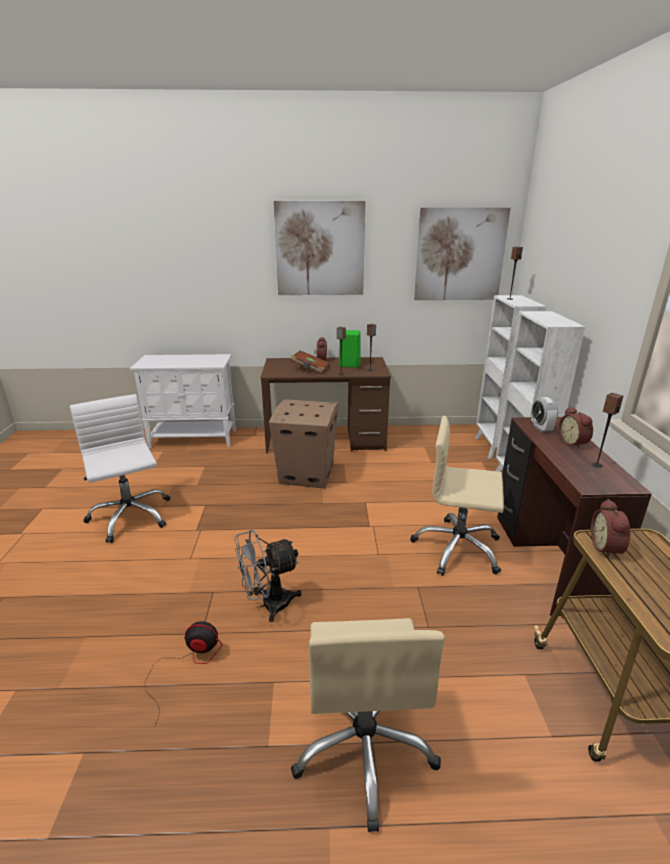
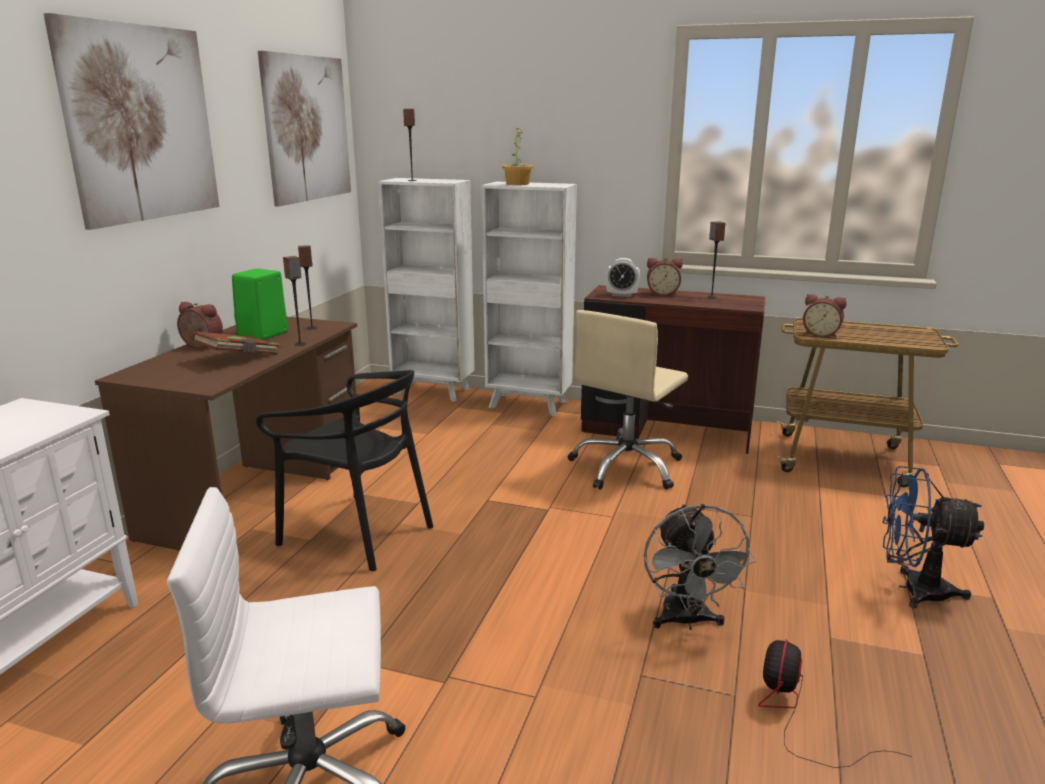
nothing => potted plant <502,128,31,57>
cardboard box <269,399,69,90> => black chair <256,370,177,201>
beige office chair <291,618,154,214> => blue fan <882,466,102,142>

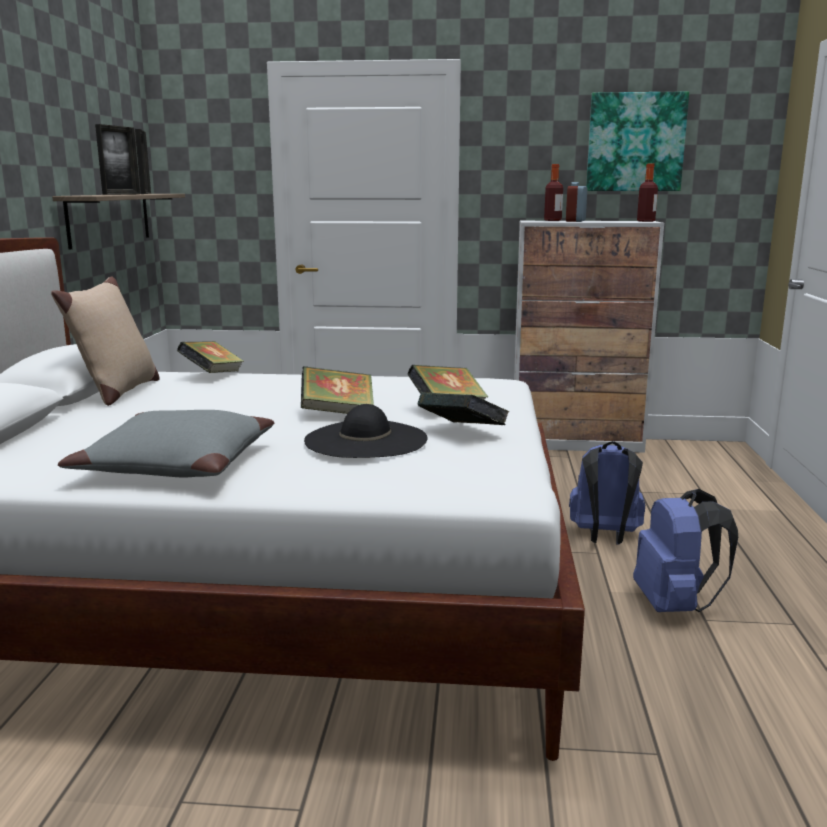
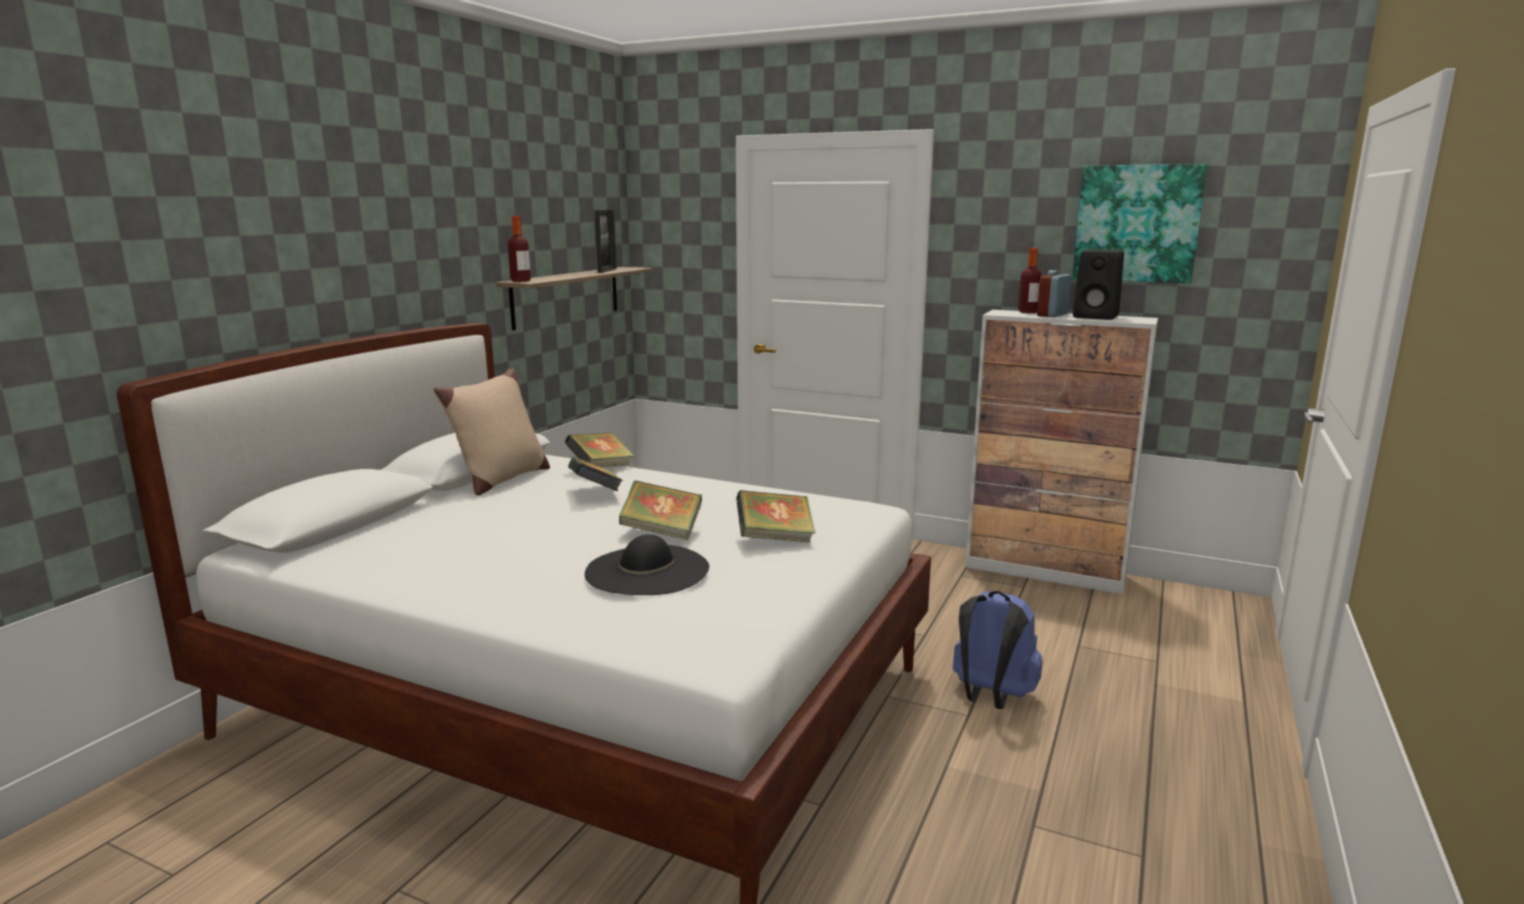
grey pillow <58,410,216,68> => nothing
picture frame <95,124,45,71> => nothing
blue backpack <633,489,105,123> => nothing
nothing => black speaker <1073,249,51,71>
book <417,392,92,33> => book <568,457,55,34>, move
bottle <637,164,21,58> => bottle <508,216,23,66>, move

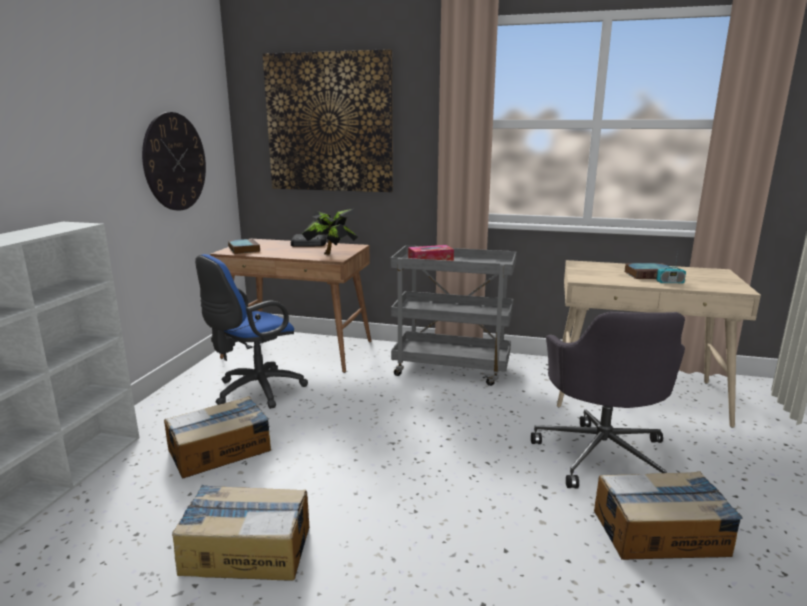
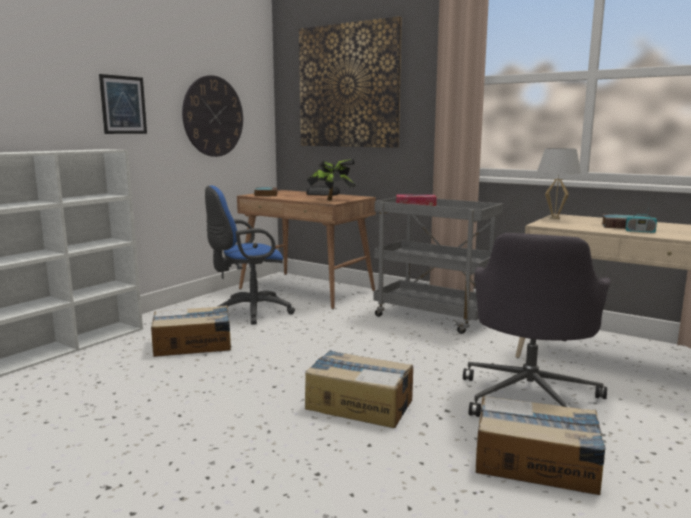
nothing => picture <99,74,48,60>
nothing => white table lamp <537,148,44,71>
cardboard box <172,485,137,96> => cardboard box <305,350,108,78>, move

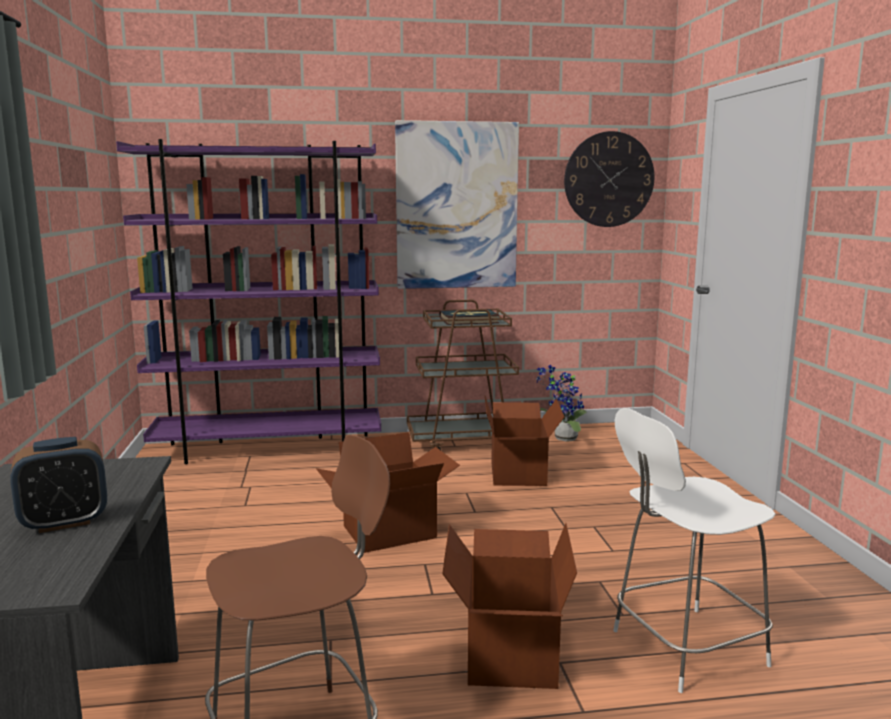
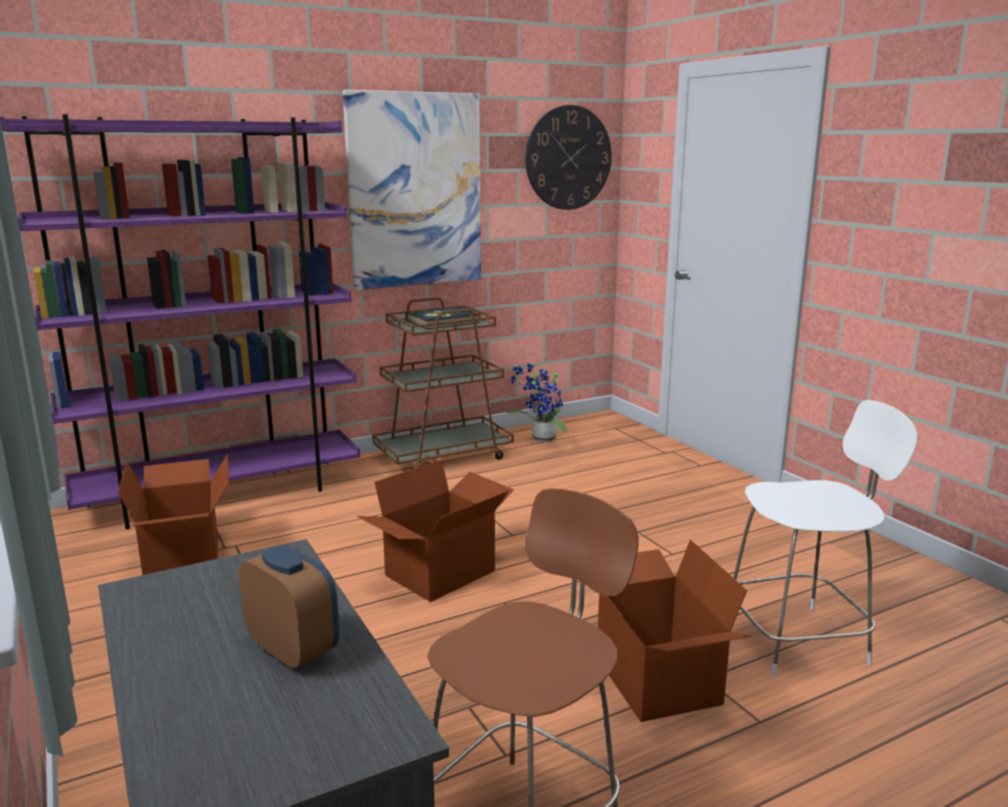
cardboard box <485,396,79,90> => cardboard box <118,454,111,121>, move
alarm clock <10,437,97,96> => alarm clock <239,546,101,124>, 90 degrees counterclockwise
white chair <613,408,163,285> => white chair <733,400,185,278>, 150 degrees counterclockwise

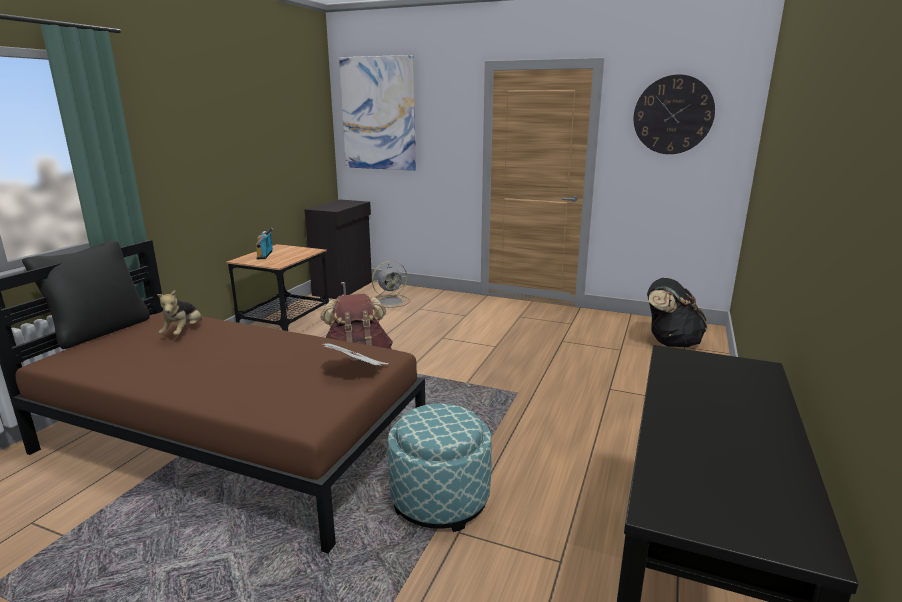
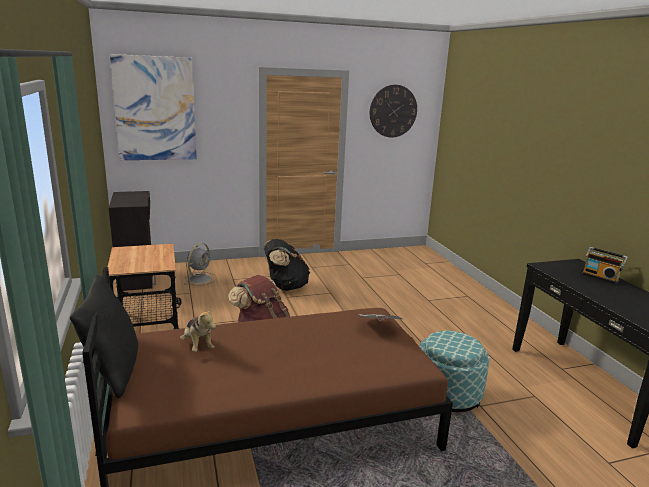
radio <256,228,17,31> => radio <582,247,46,37>, move
black backpack <647,278,60,69> => black backpack <264,239,46,52>, move

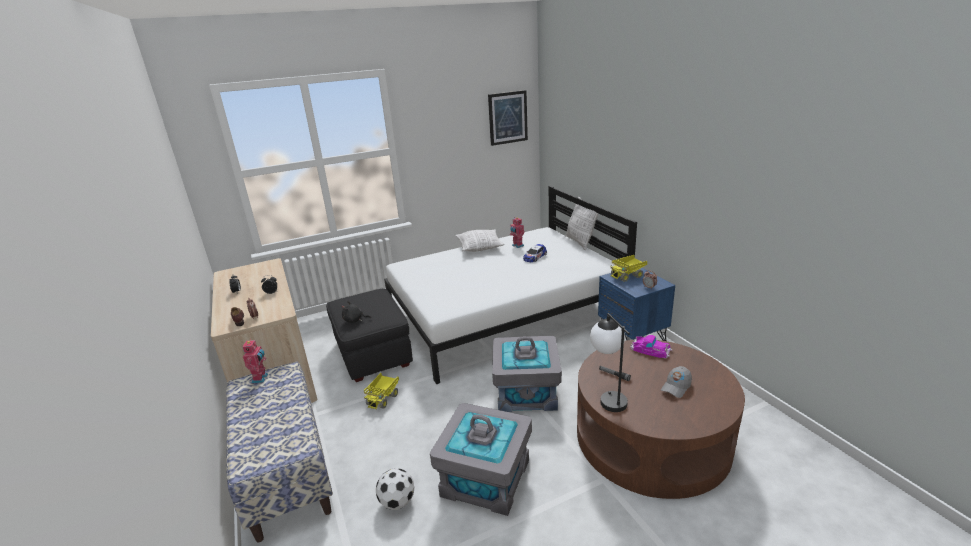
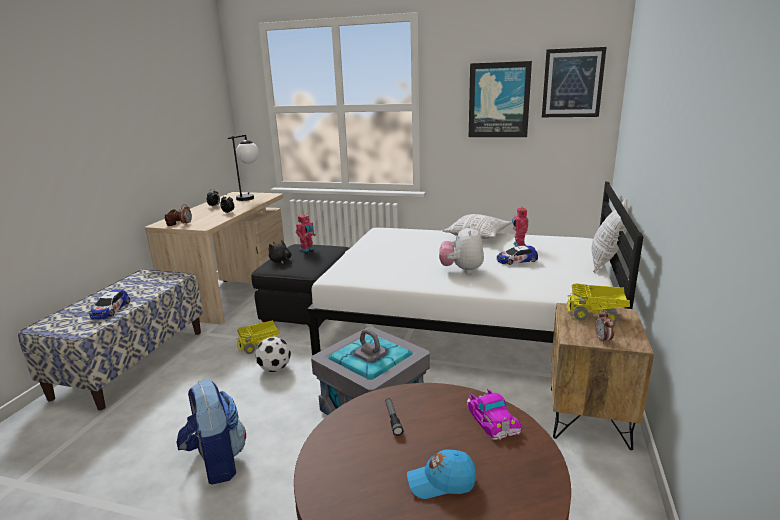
nothing => toy car <89,289,41,30>
nothing => plush toy <439,225,45,49>
nothing => picture <469,61,63,76>
toy robot <242,339,26,44> => toy robot <296,214,20,38>, move
football <376,468,38,42> => football <255,337,36,35>, move
table lamp <590,313,40,99> => table lamp <228,135,31,66>, move
grey storage box <430,403,102,113> => backpack <176,380,70,104>
blue nightstand <598,268,77,73> => brown nightstand <551,303,103,147>
grey cap <661,366,31,32> => blue cap <407,449,69,50>

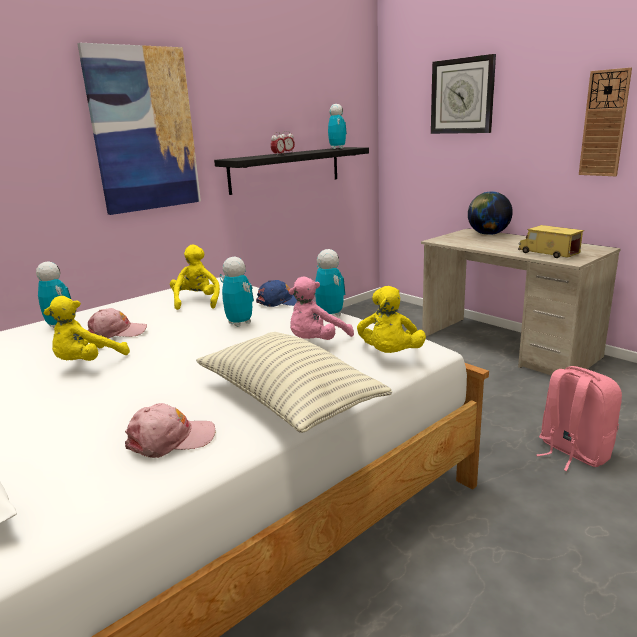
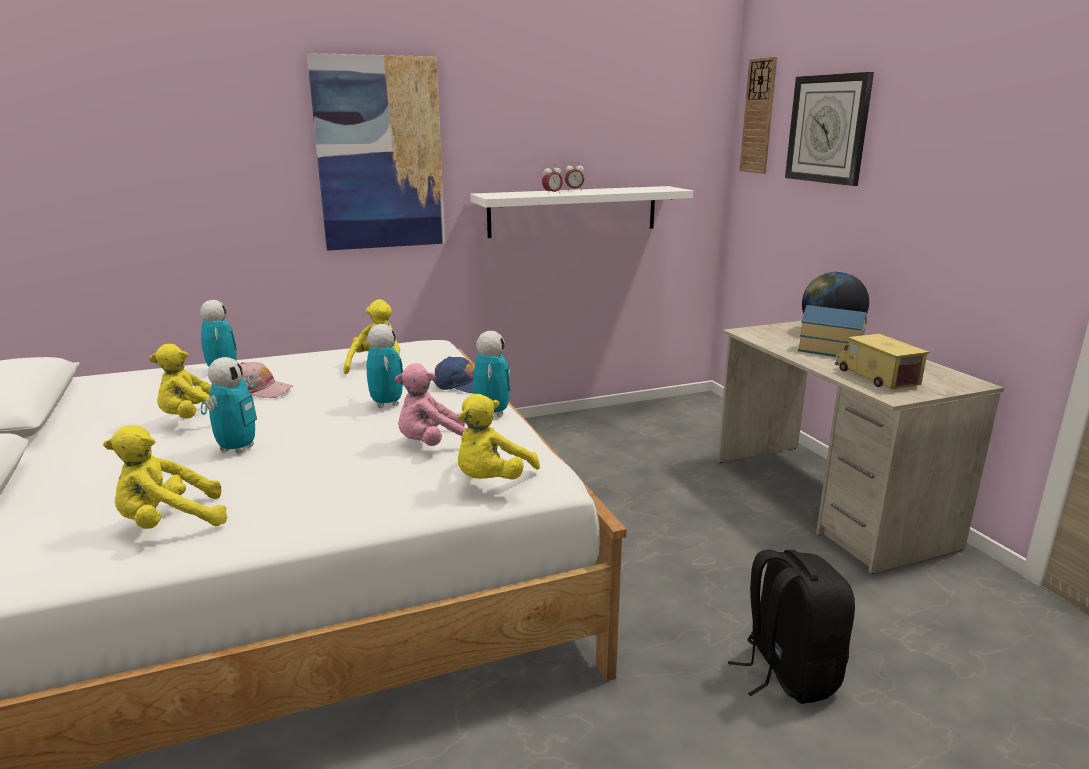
pillow <196,332,196,101> => nothing
nothing => toy house <798,305,69,52>
toy robot <328,104,19,45> => toy robot <201,357,56,97>, move
wall clock <579,67,53,109> => wall clock <740,57,37,117>, move
pink cap <125,403,90,55> => yellow plush toy <103,425,124,104>
black shelf <214,147,155,48> => white shelf <470,186,223,52>
pink backpack <536,366,86,105> => black backpack <728,550,127,154>

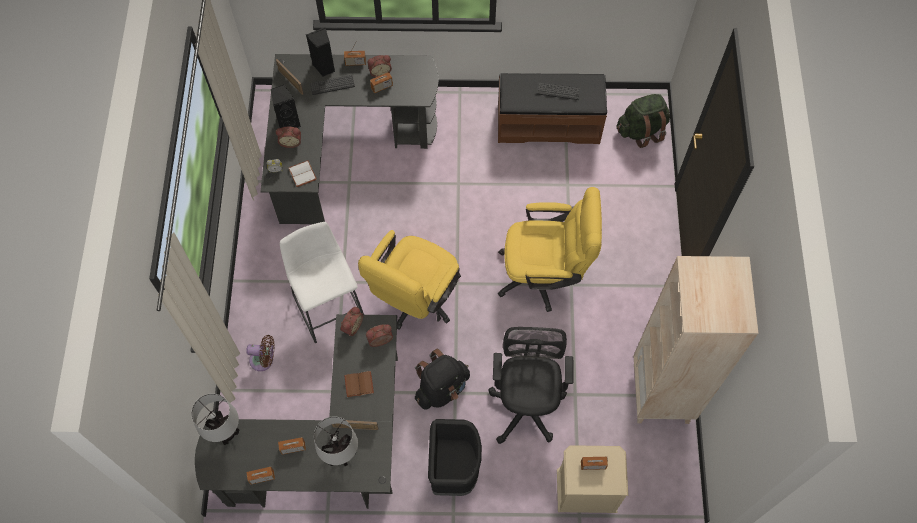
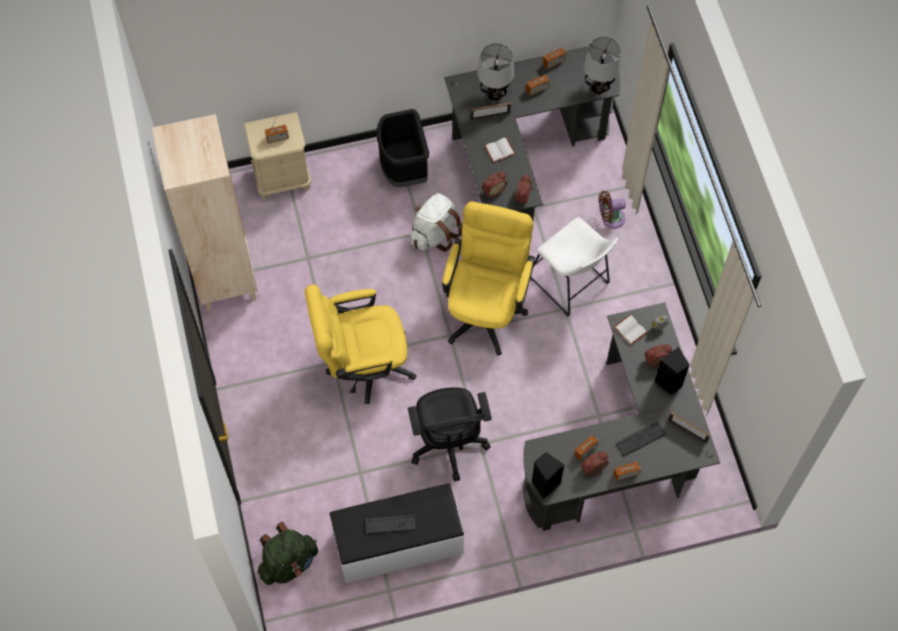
black speaker <306,27,29,50> => black speaker <532,452,32,47>, move
black office chair <488,327,86,117> => black office chair <408,387,84,95>, move
brown book <344,371,30,26> => white book <485,137,30,26>
black backpack <415,349,55,61> => white backpack <411,193,51,59>
brown bench <498,73,109,71> => white bench <329,483,136,100>

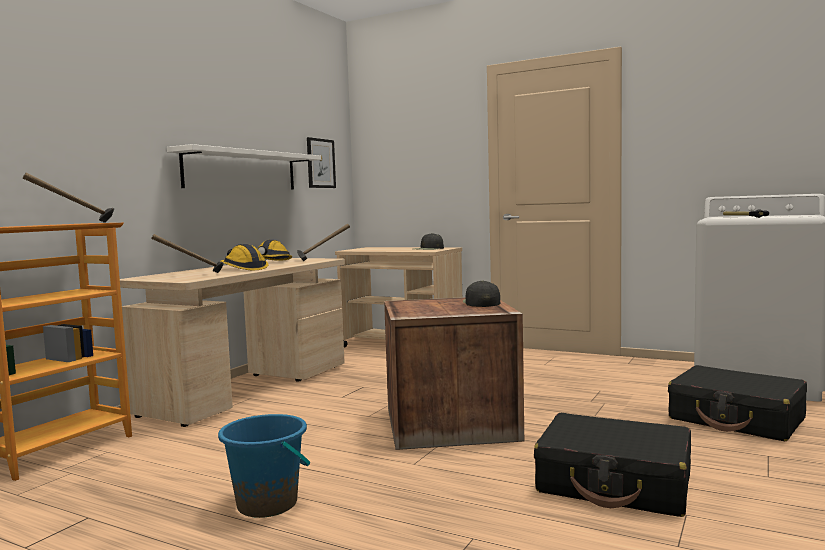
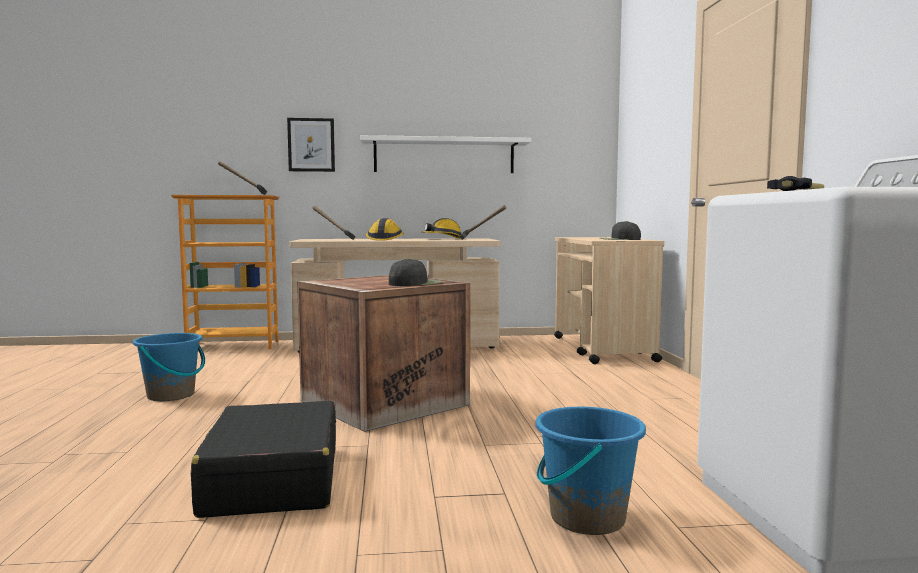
picture <307,137,29,51> => picture <287,118,48,54>, move
black suitcase <668,365,139,76> => blue bucket <536,407,110,128>

